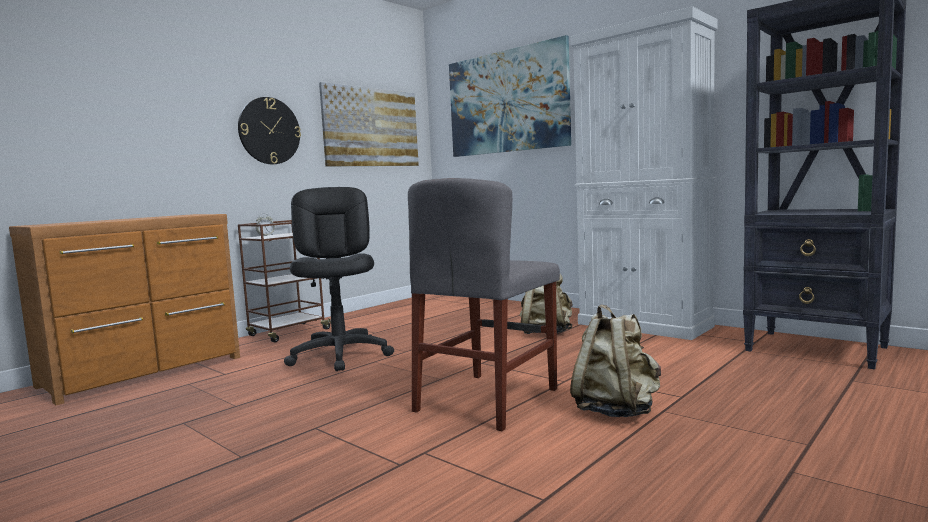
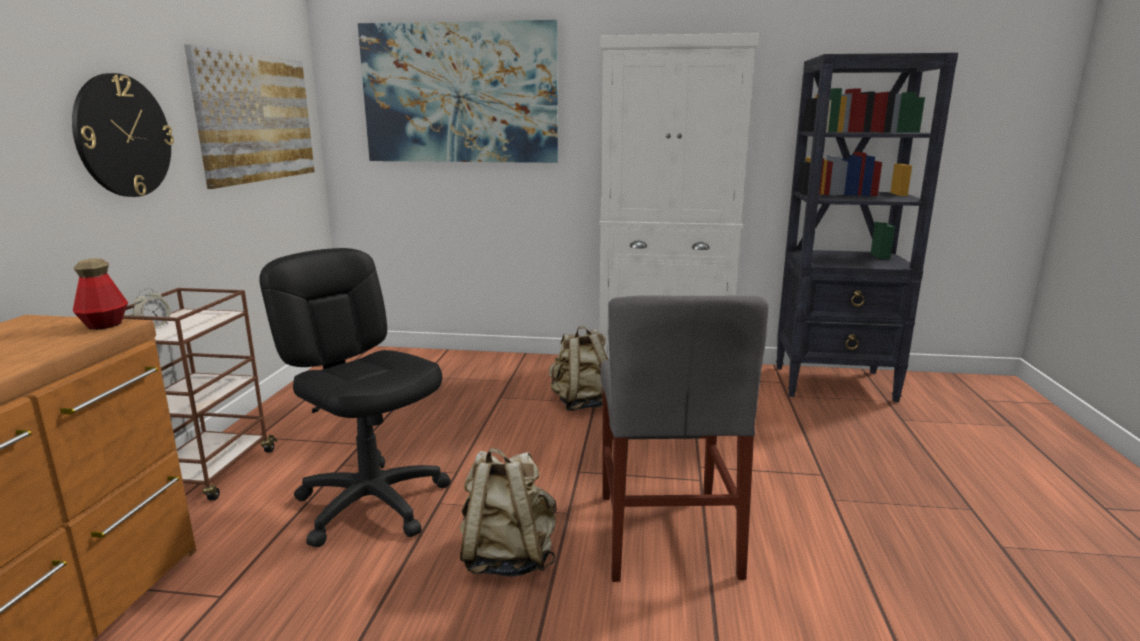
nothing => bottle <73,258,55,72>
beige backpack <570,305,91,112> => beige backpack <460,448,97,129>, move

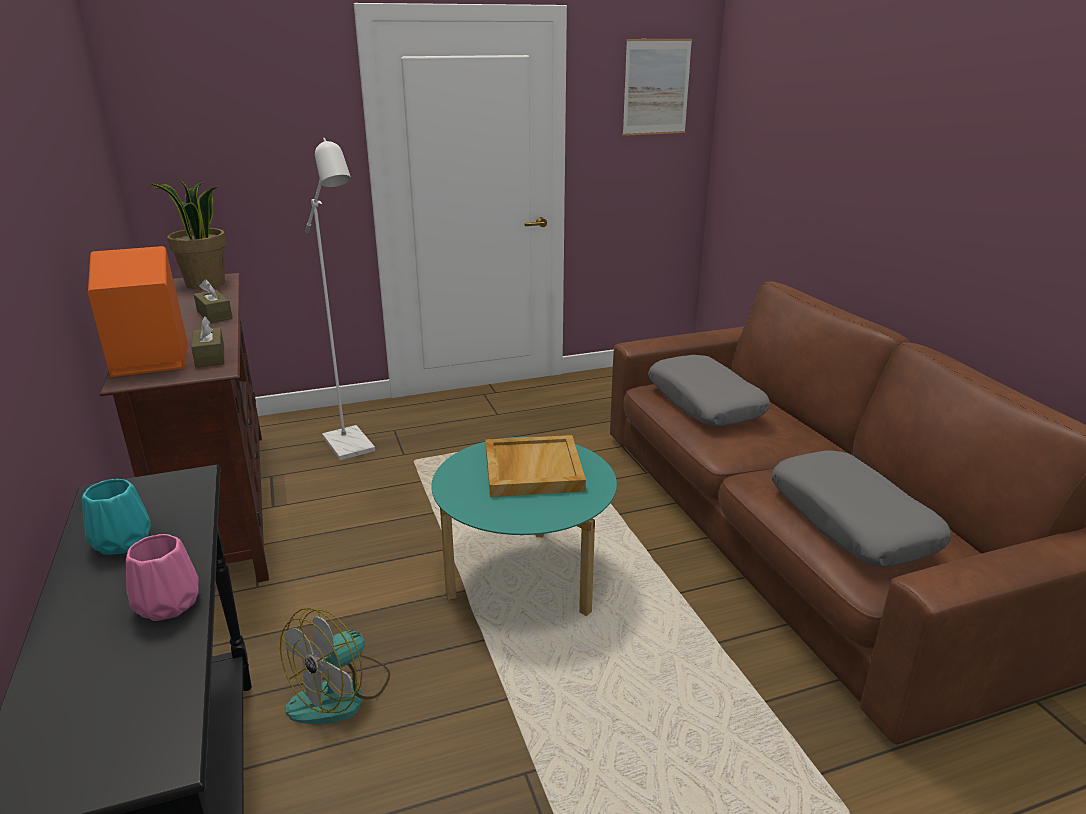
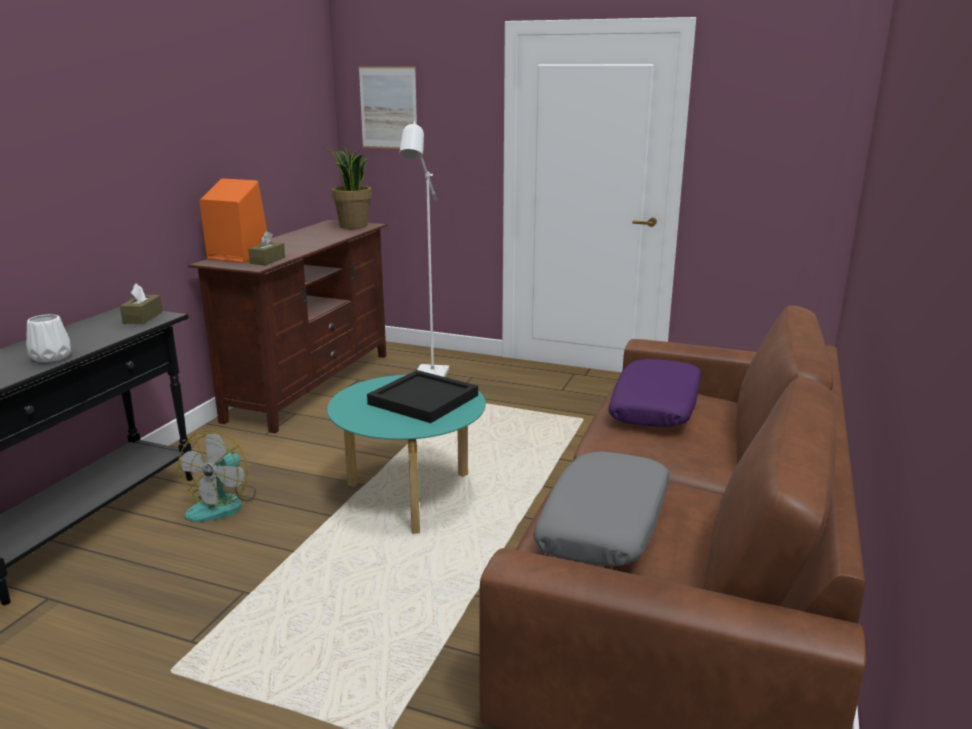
turquoise vase <82,479,69,76> => nothing
brown tissue box <194,279,39,44> => brown tissue box <120,283,43,41>, move
picture <623,39,69,97> => picture <358,66,59,83>, move
pink vase <126,534,73,87> => white vase <26,314,45,49>
beige tray <486,435,100,62> => black tray <367,370,111,53>
grey pillow <648,355,122,71> => purple pillow <609,359,92,68>
fan <280,608,110,116> => fan <178,430,78,92>, 60 degrees counterclockwise

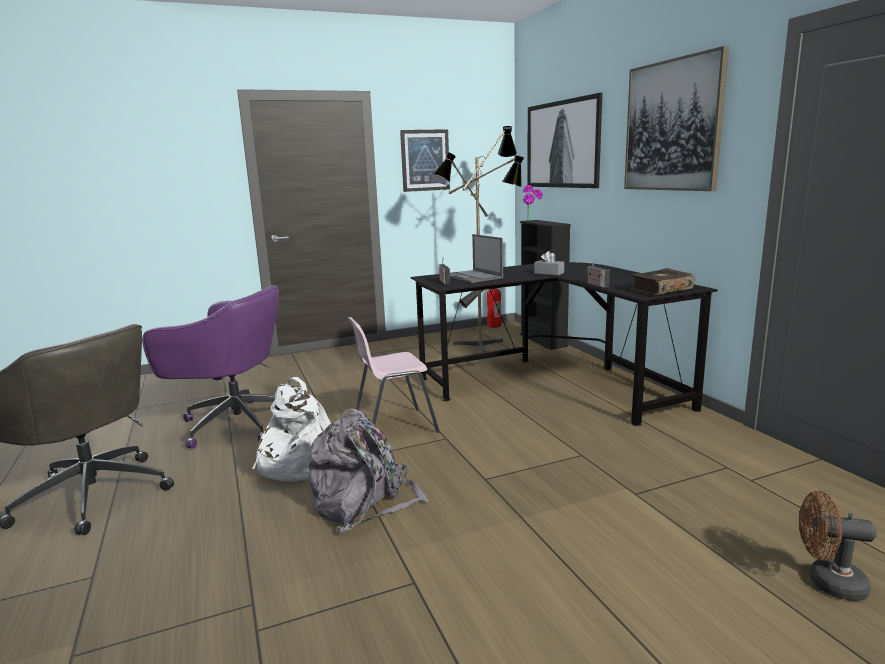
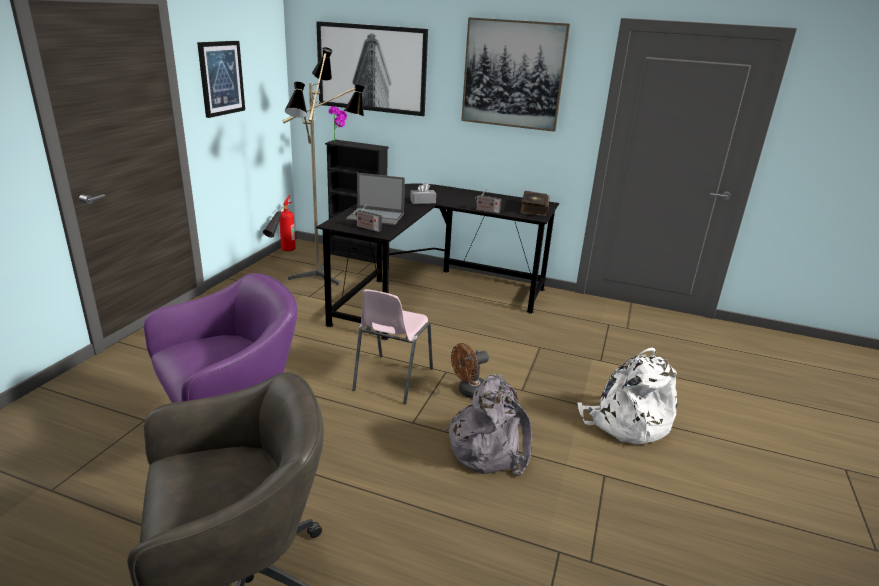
white backpack <252,377,79,105> => white backpack <577,347,100,98>, move
brown fan <799,491,78,110> => brown fan <451,343,38,55>, move

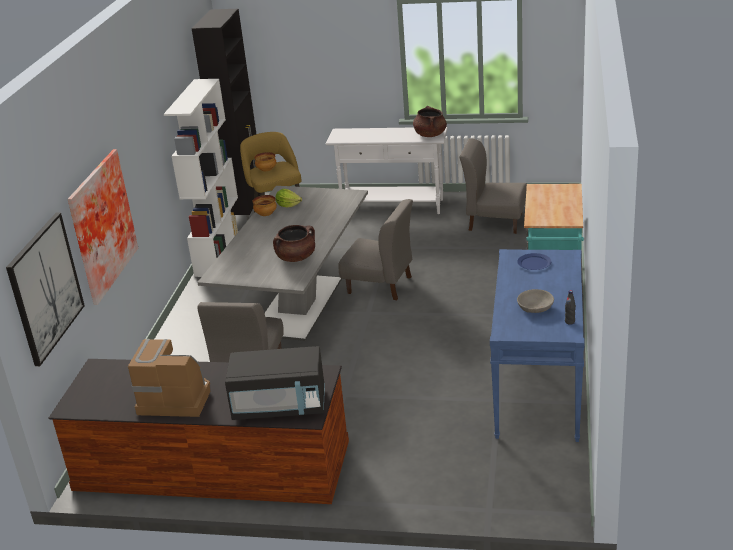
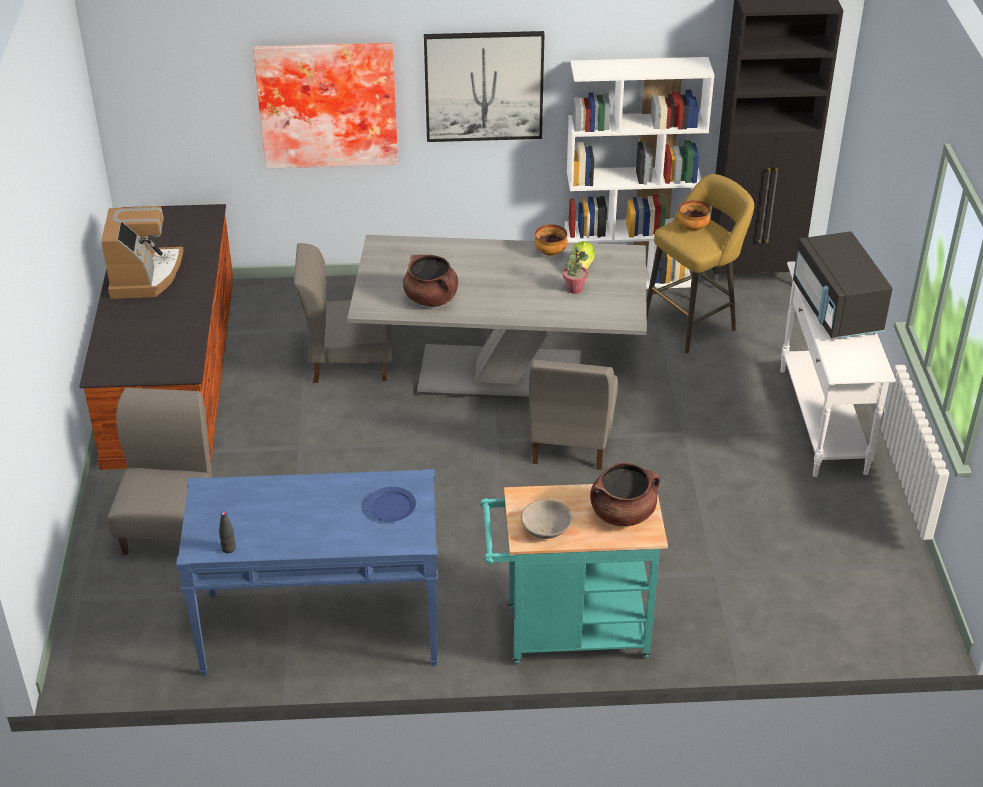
nothing => potted plant <563,247,26,47>
picture <6,213,79,153> => picture <424,31,120,111>, move
black microwave <225,346,100,74> => black microwave <793,231,99,108>, move
brown cooking pot <413,106,34,31> => brown cooking pot <590,463,70,63>, move
grey chair <460,138,67,96> => grey chair <107,388,105,167>, move
grey bowl <517,289,37,24> => grey bowl <521,500,51,39>, move

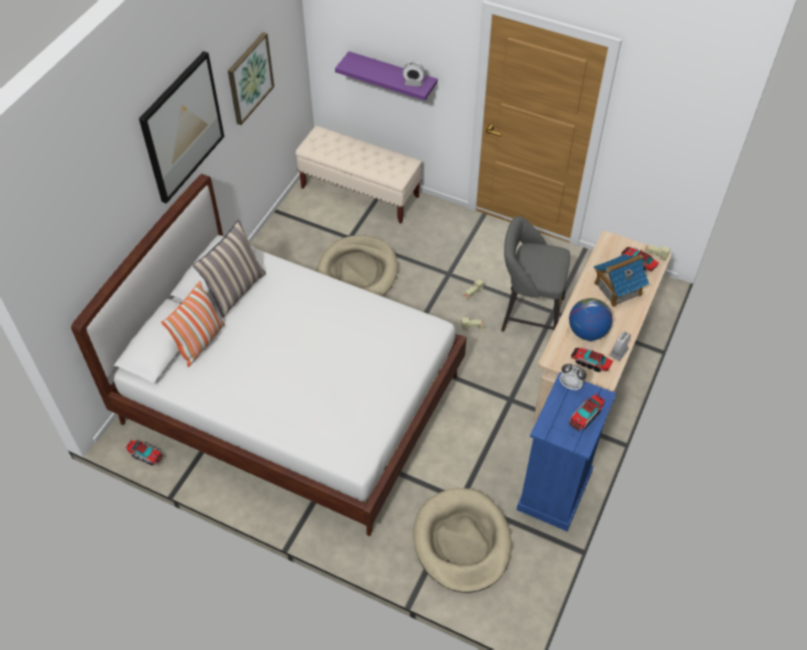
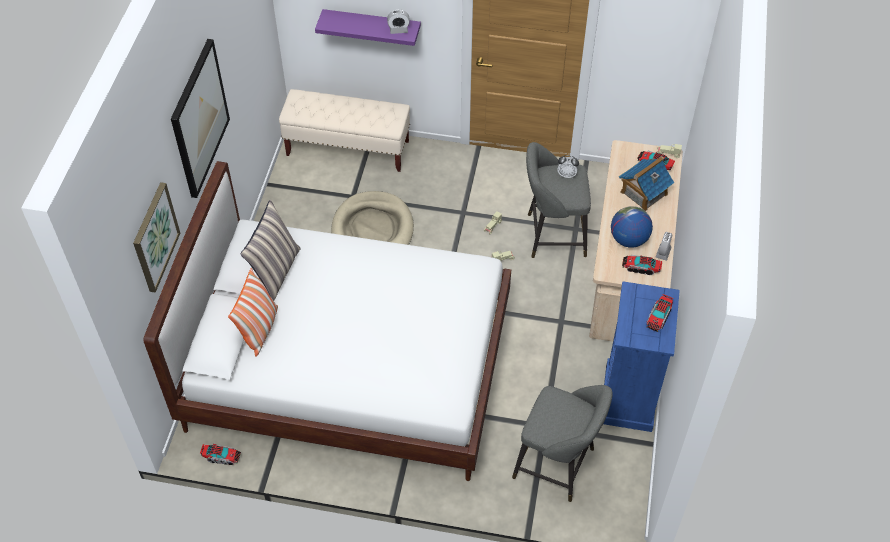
picture <228,32,46,93> => picture <133,182,47,111>, move
alarm clock <560,364,27,27> => alarm clock <557,155,22,23>, move
beige dog bed <413,488,99,105> => grey stool <512,385,101,117>

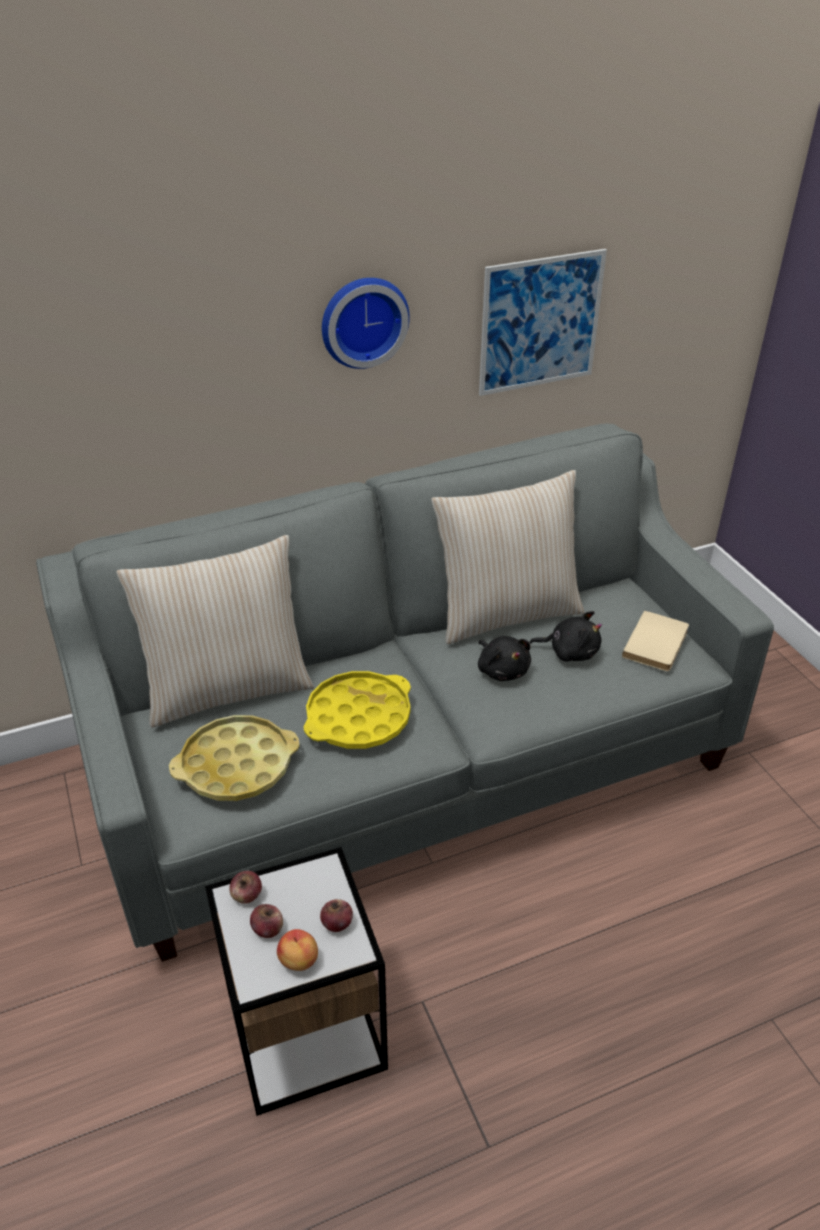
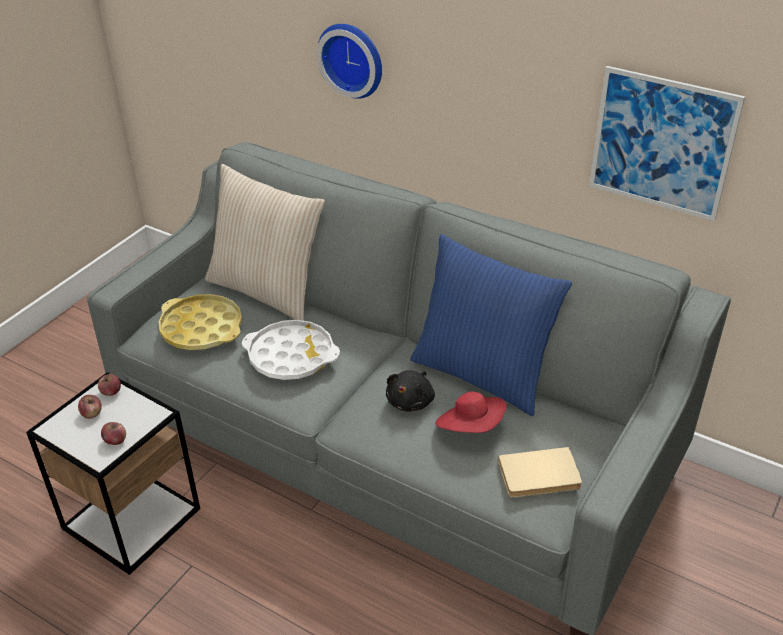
apple <277,929,41,42> => nothing
wall clock <322,278,88,91> => wall clock <317,24,65,75>, move
black plush toy <530,611,72,51> => red hat <435,392,72,41>
yellow tray <304,671,107,78> => white tray <242,320,98,60>
beige pillow <431,470,154,174> => blue pillow <410,234,162,182>

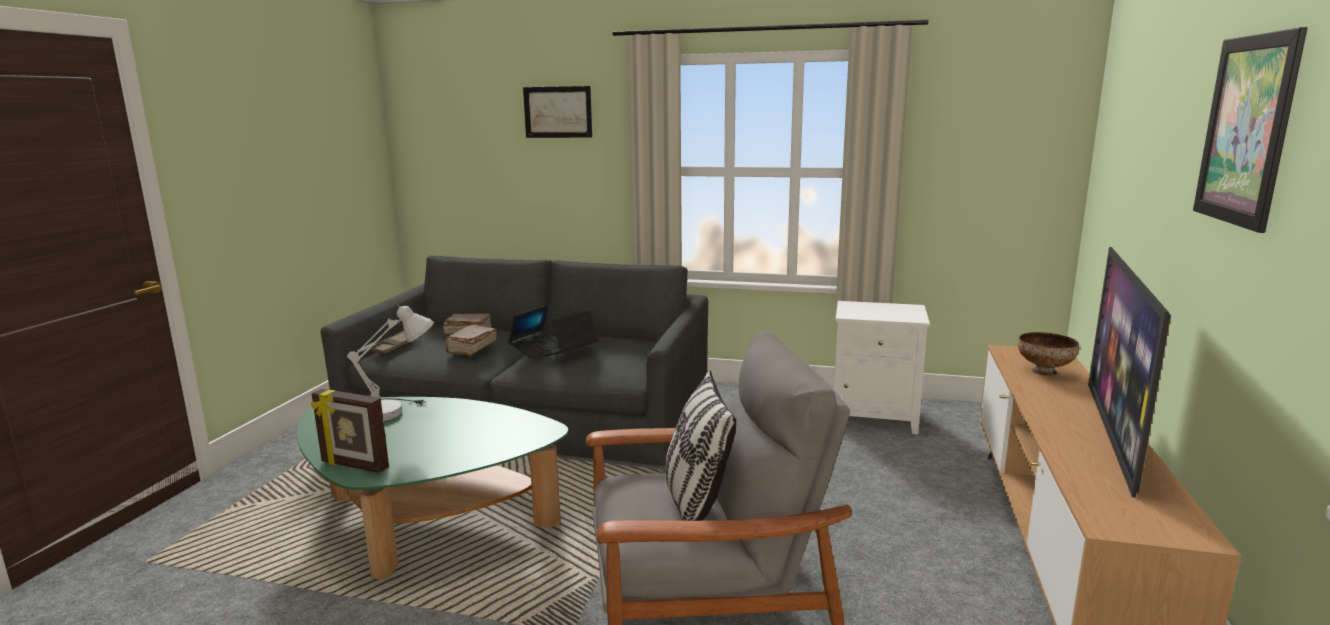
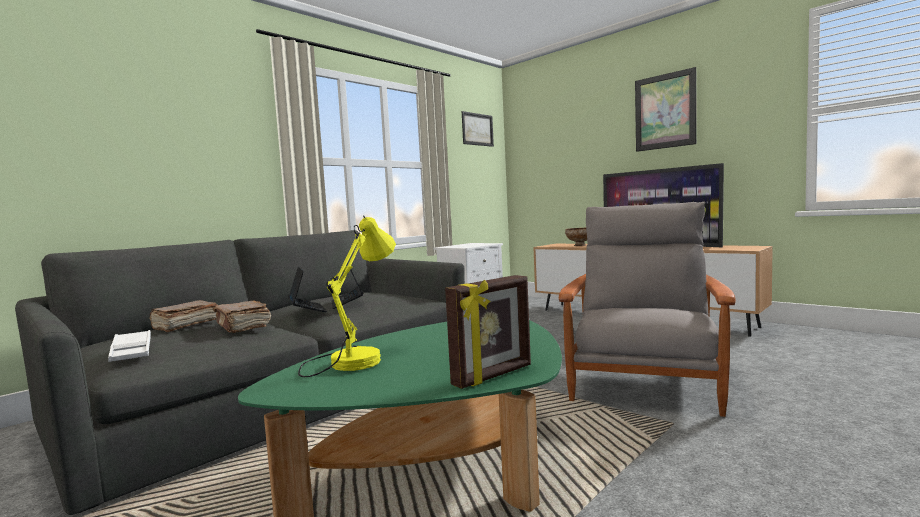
pillow <665,370,71,151> => nothing
picture <523,86,69,52> => picture <462,111,32,36>, move
white table lamp <345,305,89,116> => yellow table lamp <298,215,98,162>
brown tray <369,331,53,23> => white tray <108,330,43,32>

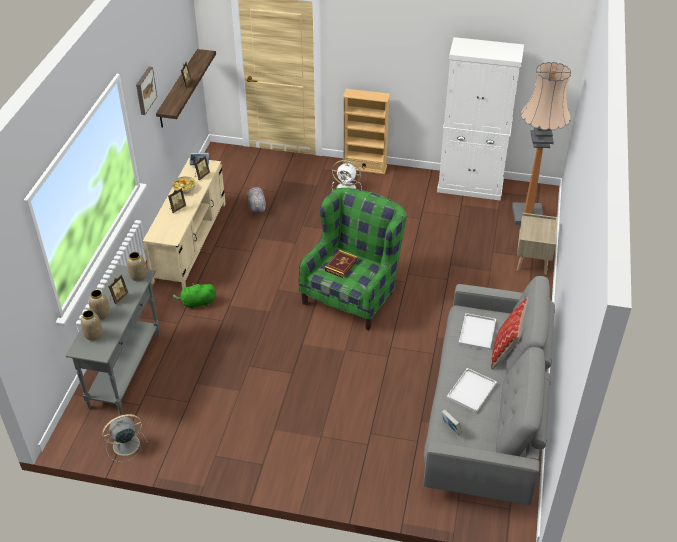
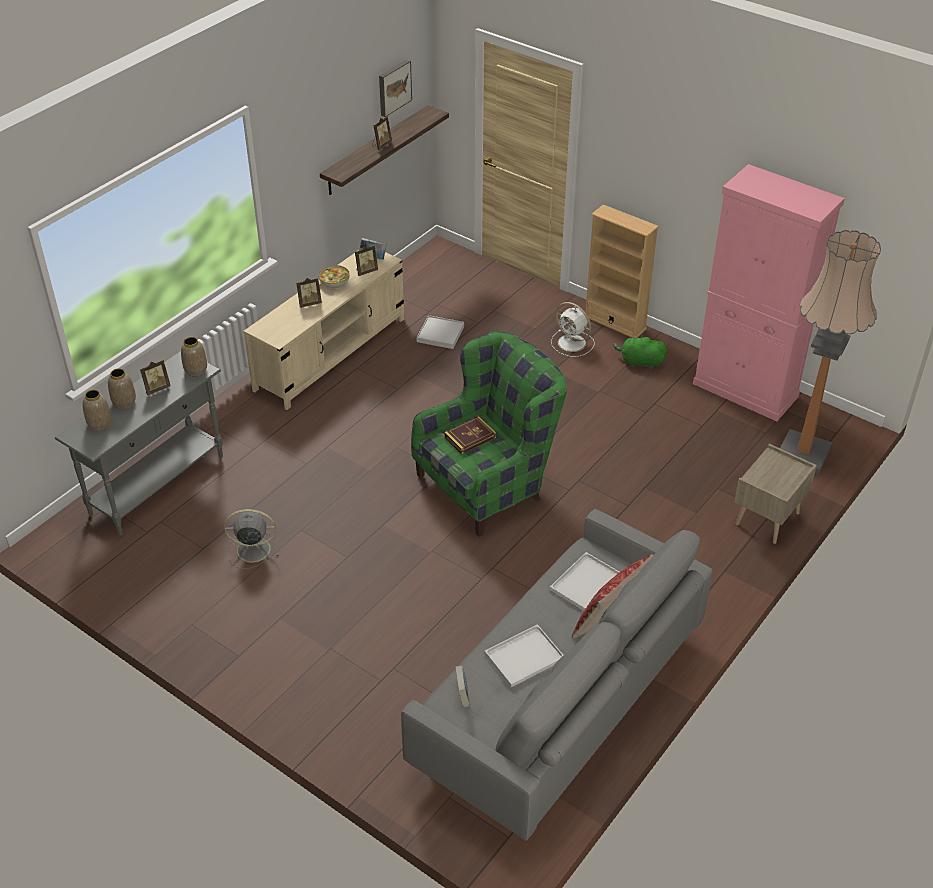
grey fan <102,414,46,48> => grey fan <224,509,55,60>, move
picture <136,67,21,48> => picture <379,60,33,57>, move
green plush toy <173,283,43,26> => green plush toy <613,334,54,35>, move
grey plush toy <247,187,19,27> => white tray <417,315,47,34>
white cabinet <437,37,87,164> => pink cabinet <693,164,152,257>

